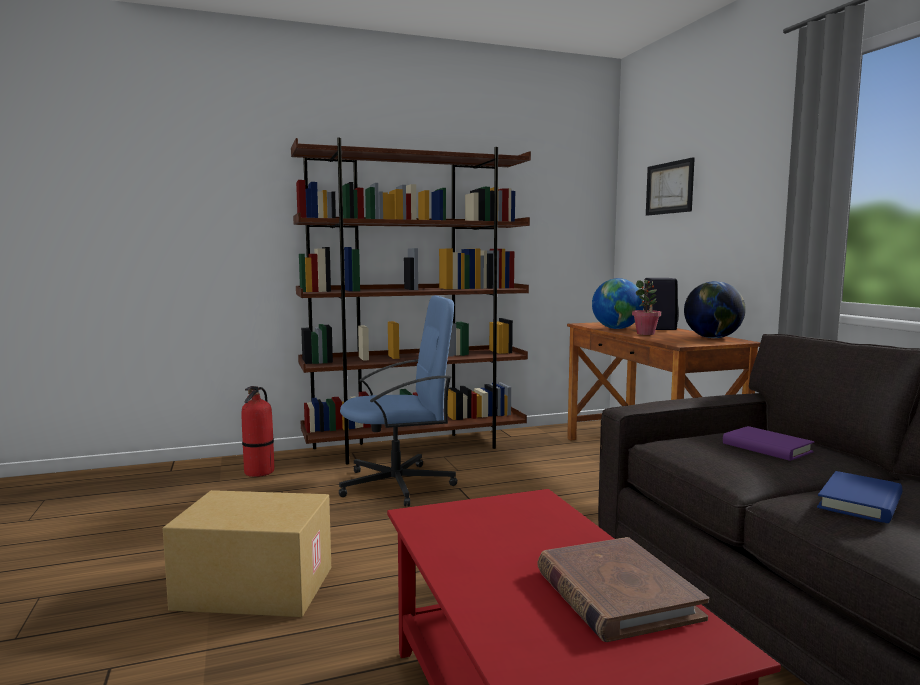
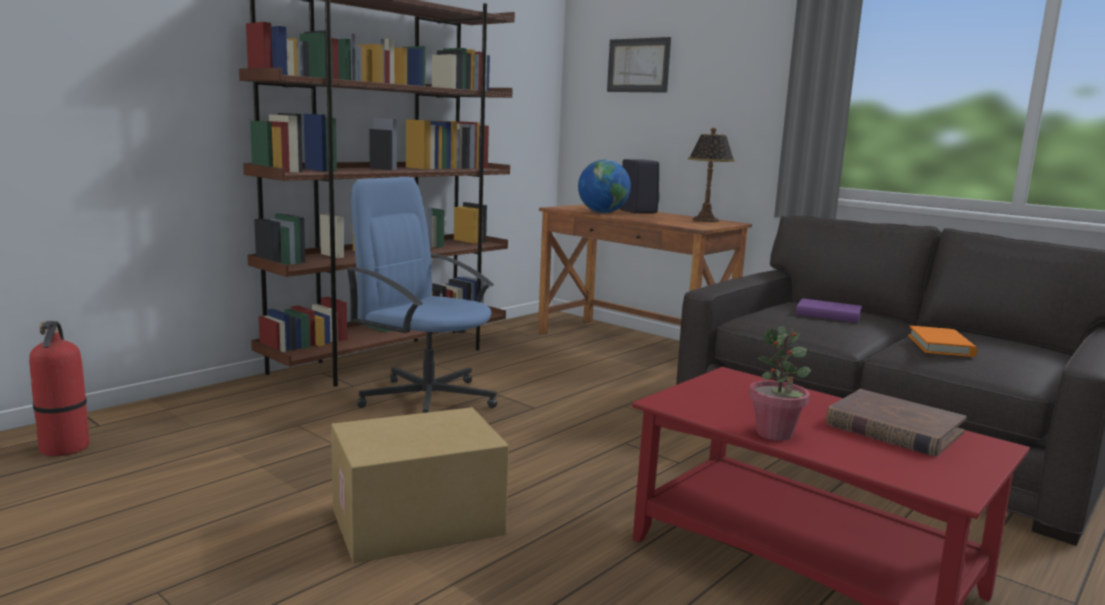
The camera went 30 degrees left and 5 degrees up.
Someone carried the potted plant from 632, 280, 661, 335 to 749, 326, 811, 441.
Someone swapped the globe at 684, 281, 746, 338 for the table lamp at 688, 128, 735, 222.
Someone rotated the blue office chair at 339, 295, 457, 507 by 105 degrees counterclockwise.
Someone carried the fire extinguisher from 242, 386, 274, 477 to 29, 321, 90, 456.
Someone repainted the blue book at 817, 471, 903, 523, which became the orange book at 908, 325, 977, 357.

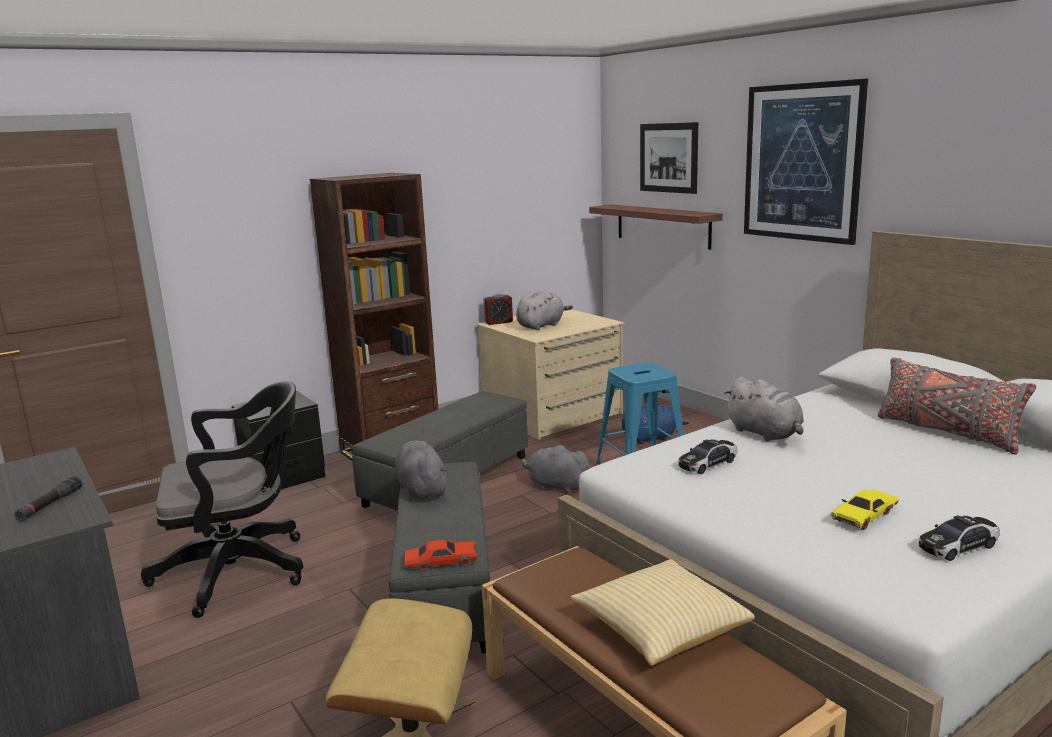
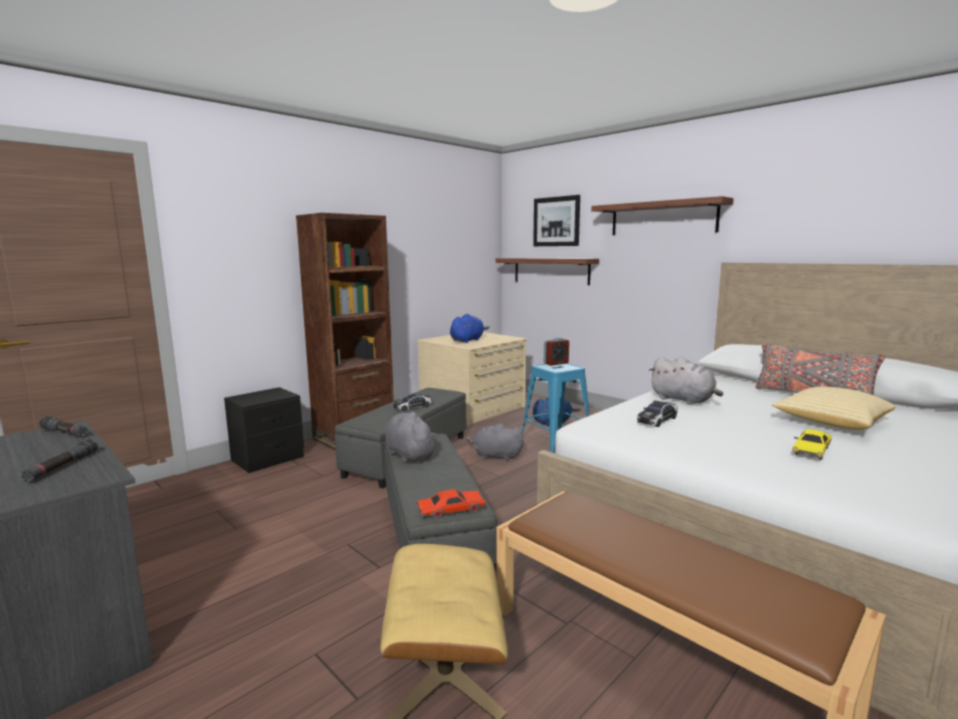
The camera went 10 degrees left and 5 degrees down.
Someone swapped the picture at 744, 79, 868, 245 for the shelf at 591, 196, 734, 235.
Someone repainted the grey plush toy at 516, 291, 573, 330, which became the blue plush toy at 450, 314, 489, 343.
Someone carried the alarm clock from 483, 294, 513, 325 to 544, 337, 569, 366.
Someone took away the black office chair at 141, 381, 303, 618.
Someone carried the toy car from 919, 515, 1000, 561 to 393, 393, 432, 411.
Someone carried the pillow from 571, 559, 755, 666 to 772, 387, 895, 430.
Someone put down the black flashlight at 39, 416, 88, 436.

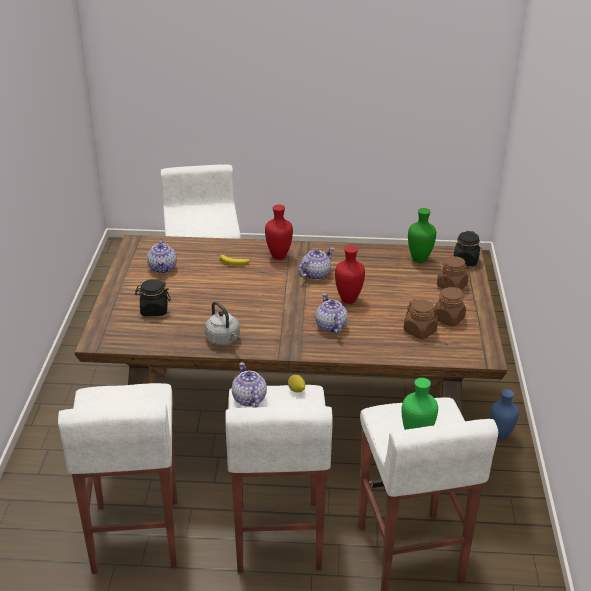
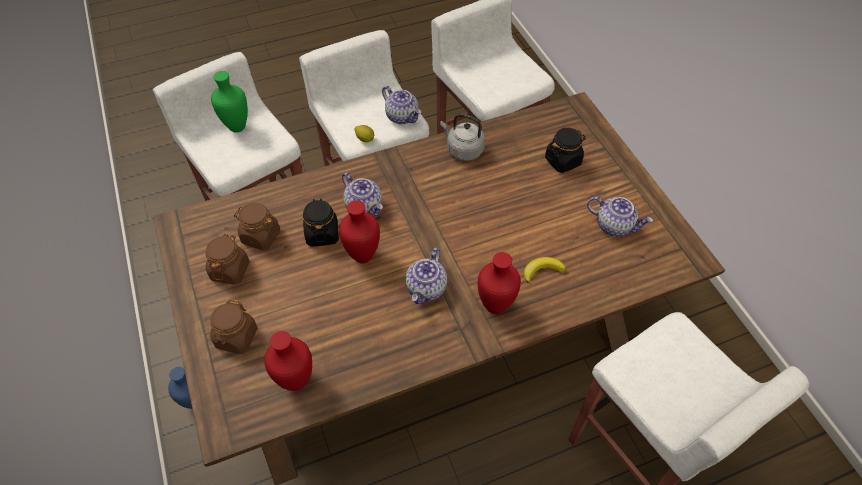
The camera went 155 degrees right and 20 degrees up.
Someone repainted the green vase at 408, 208, 436, 263, which became the red vase at 264, 331, 312, 391.
Someone carried the black jar from 454, 231, 480, 266 to 303, 198, 339, 247.
Someone rotated the teapot at 147, 239, 177, 273 by 150 degrees clockwise.

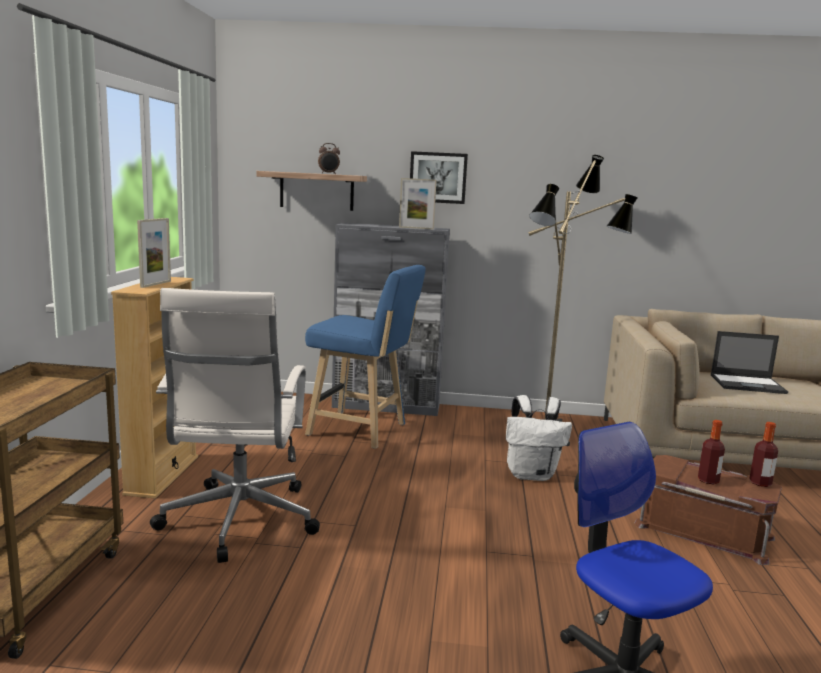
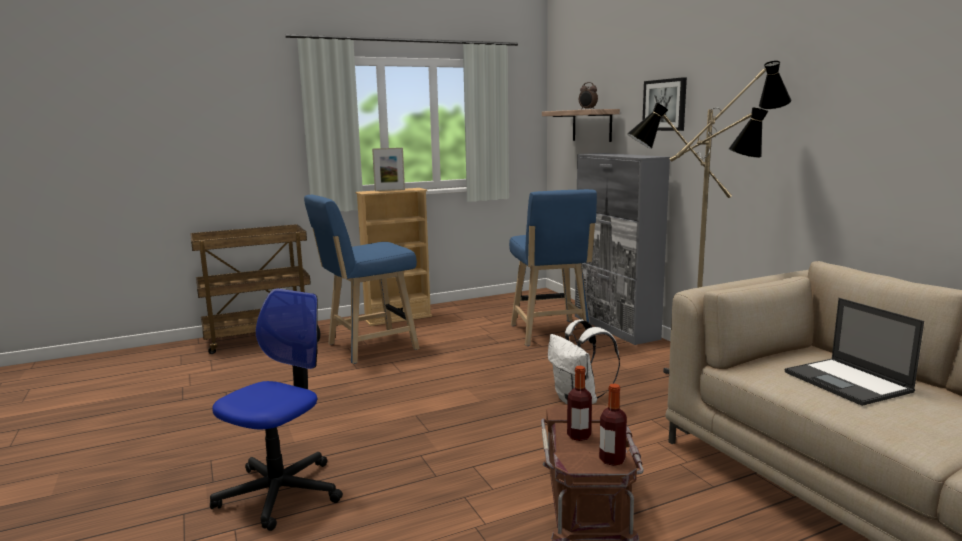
The camera went 60 degrees right and 0 degrees up.
Someone took away the picture frame at 399, 178, 436, 229.
Someone swapped the white office chair at 150, 288, 320, 563 for the blue stool at 304, 195, 420, 364.

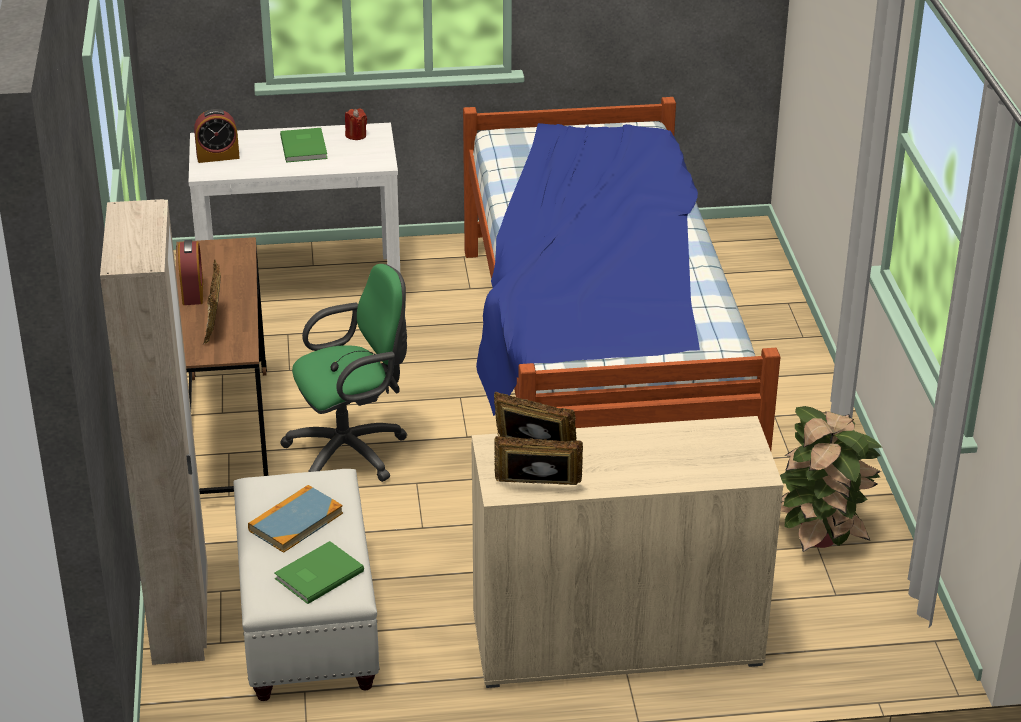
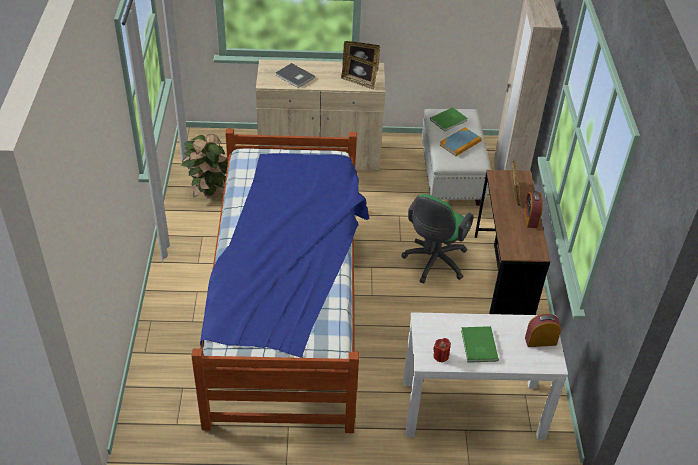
The camera went 175 degrees left and 10 degrees up.
Someone rotated the green office chair at 280, 264, 408, 482 by 45 degrees counterclockwise.
Someone put down the grey book at 275, 63, 315, 88.

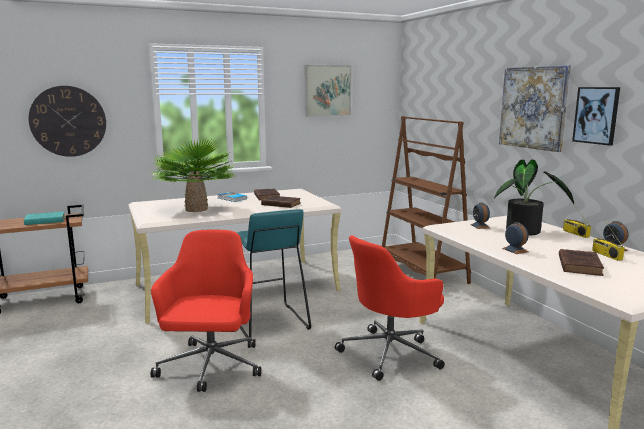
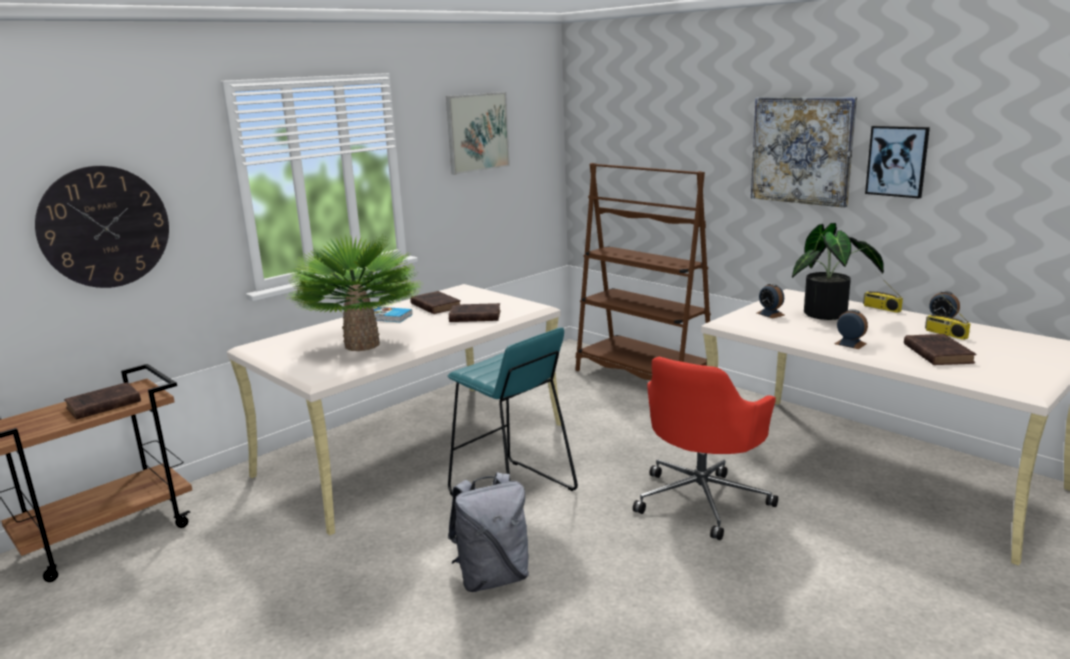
The camera went 20 degrees left and 5 degrees up.
Someone repainted the turquoise book at 24, 212, 65, 225, which became the brown book at 64, 382, 141, 420.
Someone swapped the red office chair at 151, 229, 261, 392 for the grey backpack at 448, 472, 529, 592.

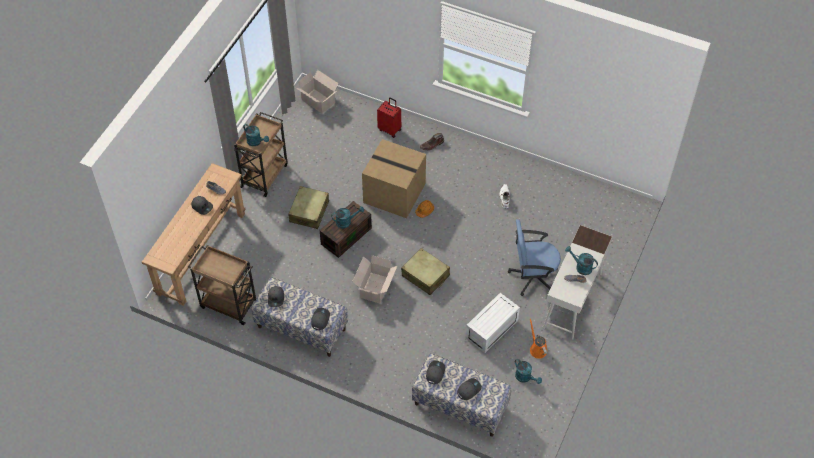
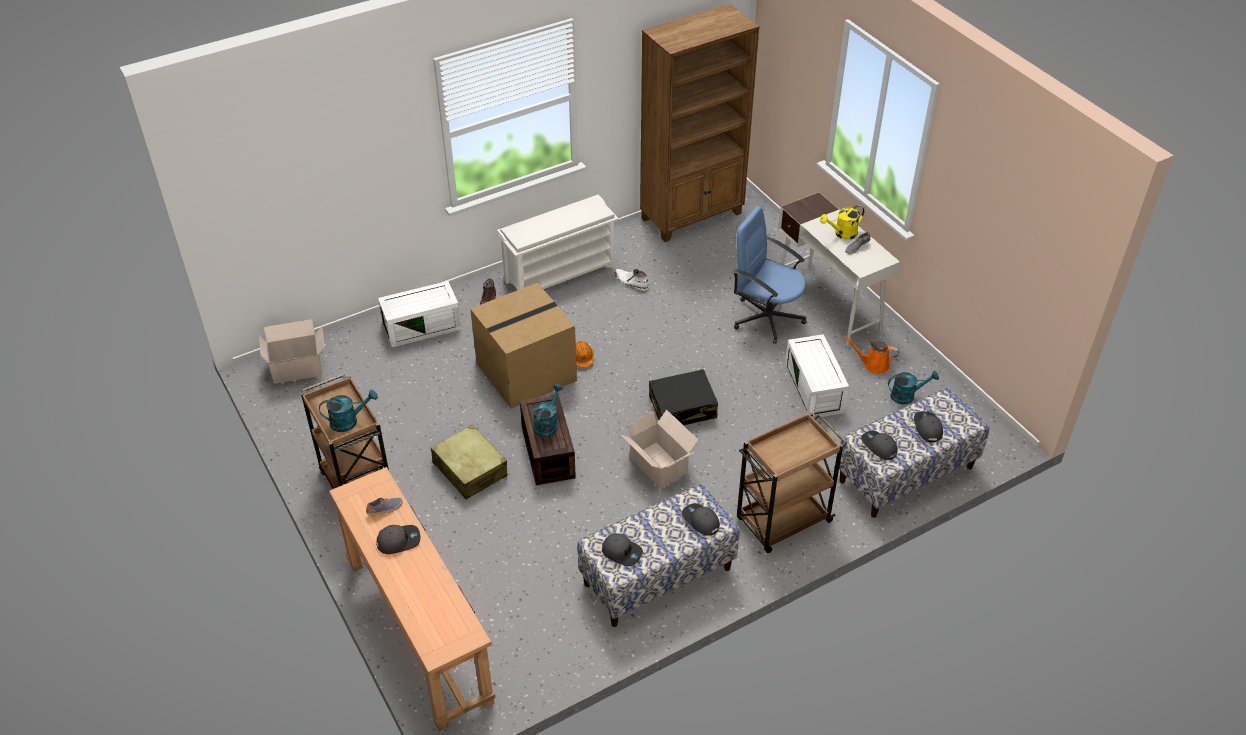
The camera went 55 degrees left and 10 degrees down.
Someone swapped the red suitcase at 377, 97, 401, 138 for the white storage box at 378, 281, 461, 348.
Someone rotated the blue office chair at 508, 219, 561, 296 by 90 degrees clockwise.
Someone carried the brown cart from 188, 245, 257, 325 to 737, 412, 847, 553.
Someone repainted the turquoise watering can at 565, 246, 598, 275, which became the yellow watering can at 820, 205, 864, 240.
Someone repainted the beige suitcase at 401, 248, 450, 295, which became the black suitcase at 649, 369, 718, 426.
Someone put down the brown bookcase at 640, 4, 759, 242.
Someone put down the white shoe rack at 497, 195, 619, 290.

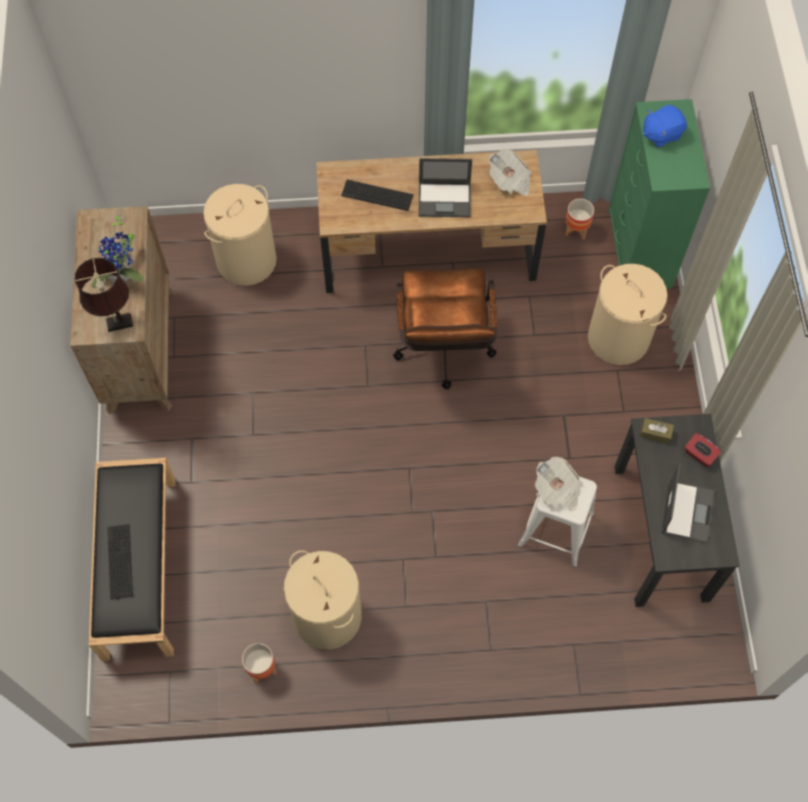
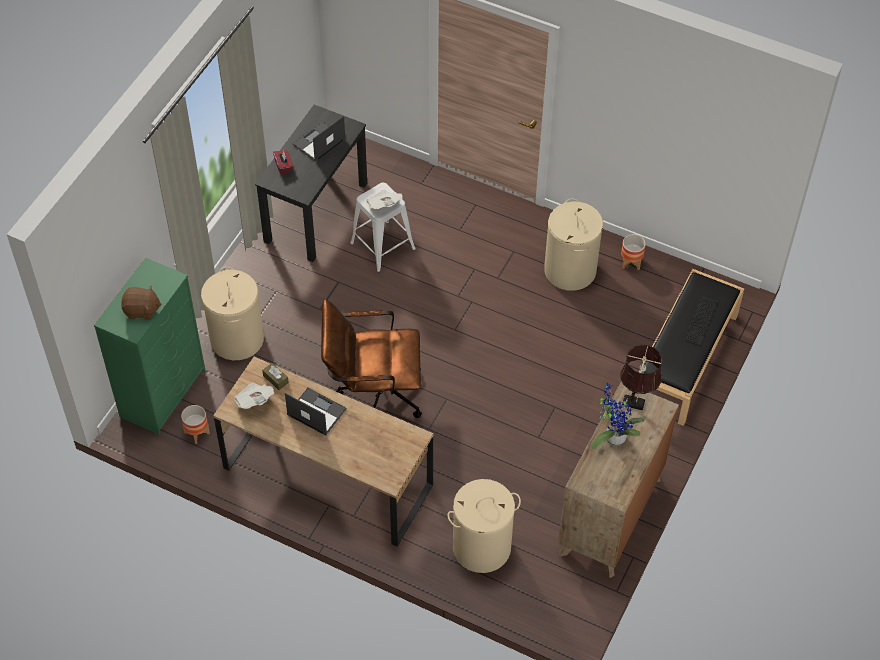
The camera went 150 degrees left and 10 degrees down.
Someone repainted the blue plush toy at 643, 105, 687, 148, which became the brown plush toy at 121, 285, 162, 320.
Someone took away the keyboard at 341, 180, 413, 211.
Someone rotated the brown office chair at 393, 268, 498, 389 by 120 degrees counterclockwise.
Someone carried the brown tissue box from 640, 418, 674, 444 to 262, 363, 289, 390.

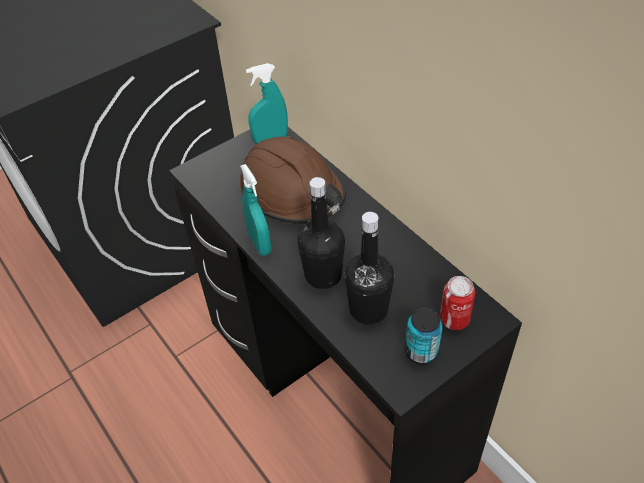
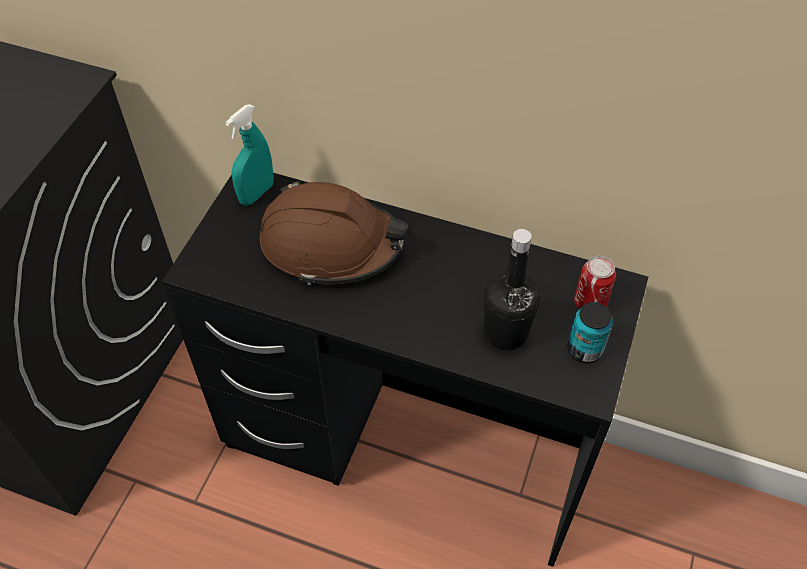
The camera went 35 degrees left and 5 degrees up.
Someone took away the turquoise spray bottle at 240, 164, 271, 256.
Someone took away the black bottle at 298, 177, 345, 289.

